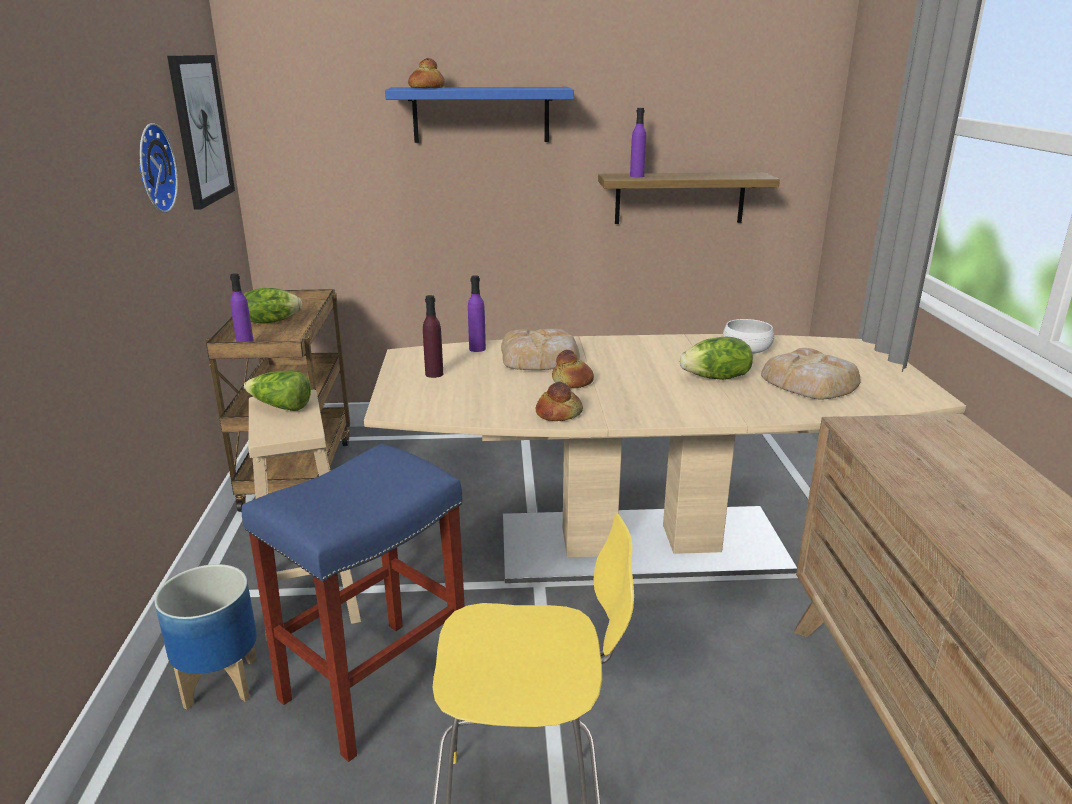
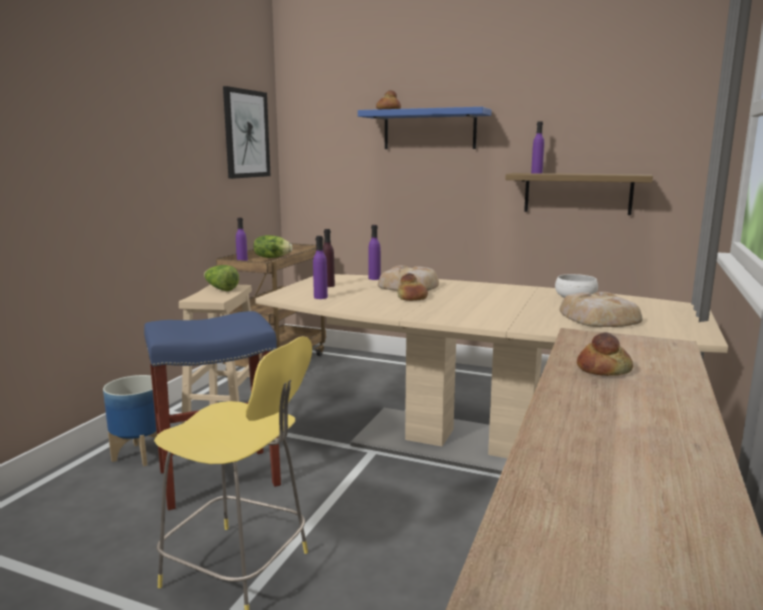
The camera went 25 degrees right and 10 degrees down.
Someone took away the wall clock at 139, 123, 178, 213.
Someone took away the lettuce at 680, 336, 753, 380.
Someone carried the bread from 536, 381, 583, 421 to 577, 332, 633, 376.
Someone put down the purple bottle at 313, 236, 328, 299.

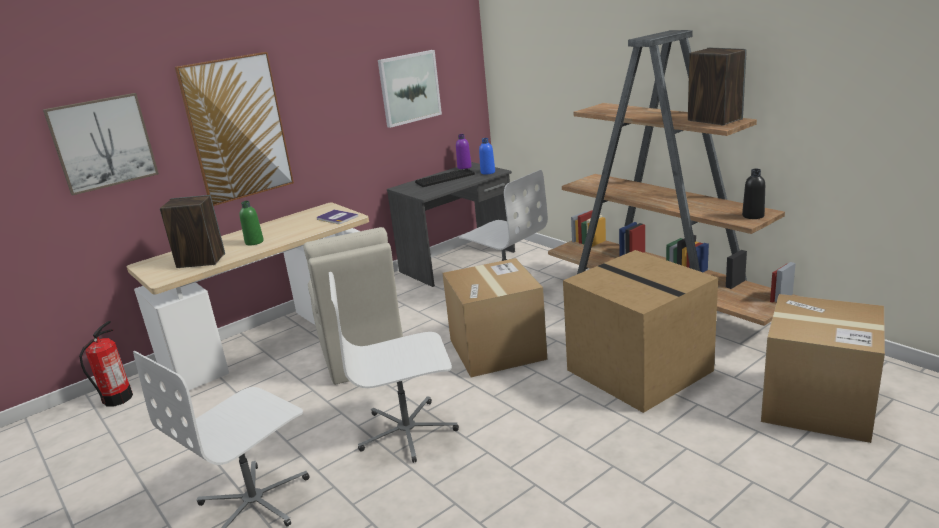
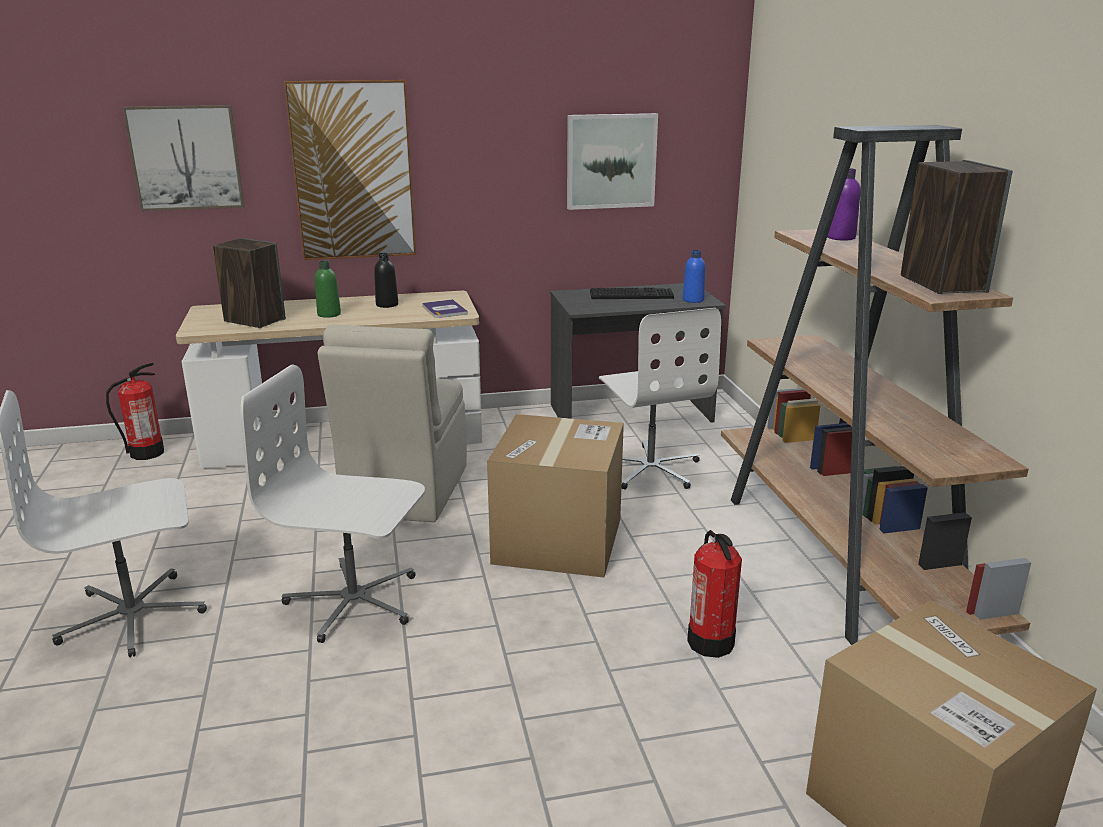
The camera went 25 degrees right and 0 degrees up.
Someone carried the purple bottle from 456, 134, 472, 169 to 827, 168, 860, 241.
Someone carried the black bottle from 742, 169, 765, 219 to 374, 253, 398, 308.
Someone swapped the cardboard box at 563, 250, 718, 413 for the fire extinguisher at 687, 530, 742, 658.

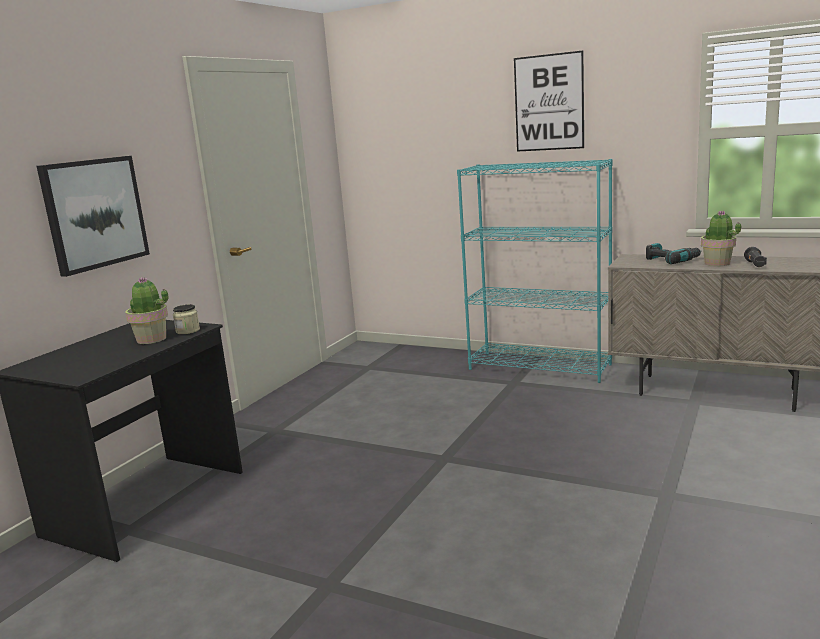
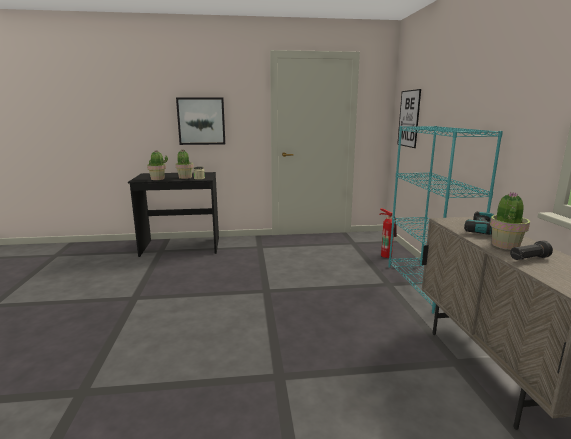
The camera went 55 degrees right and 0 degrees up.
Someone carried the picture from 514, 50, 584, 152 to 397, 89, 421, 148.
Someone put down the potted plant at 147, 150, 168, 180.
Someone put down the fire extinguisher at 379, 208, 397, 258.

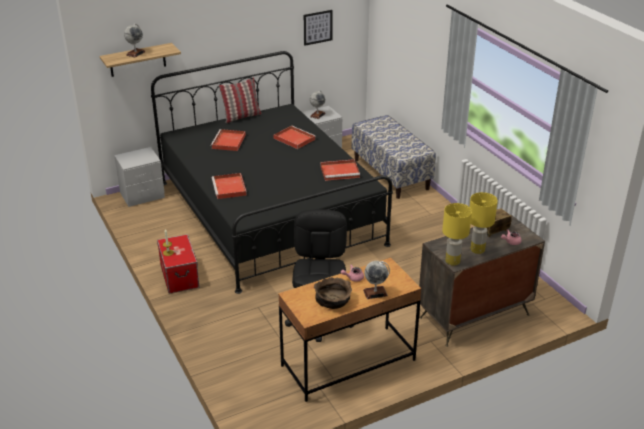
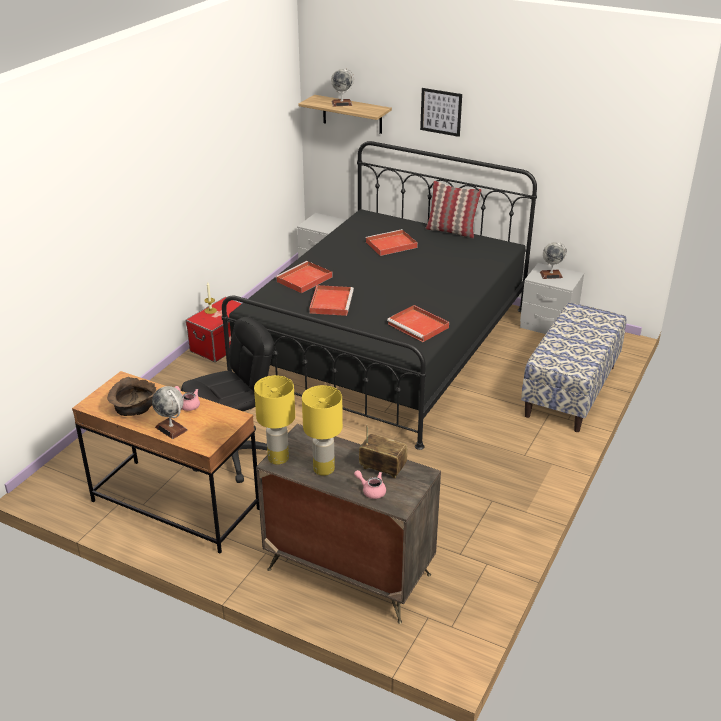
The camera went 55 degrees right and 0 degrees up.
Someone carried the picture from 304, 10, 333, 46 to 420, 88, 462, 137.
Someone carried the red tray from 273, 126, 316, 149 to 309, 285, 354, 316.

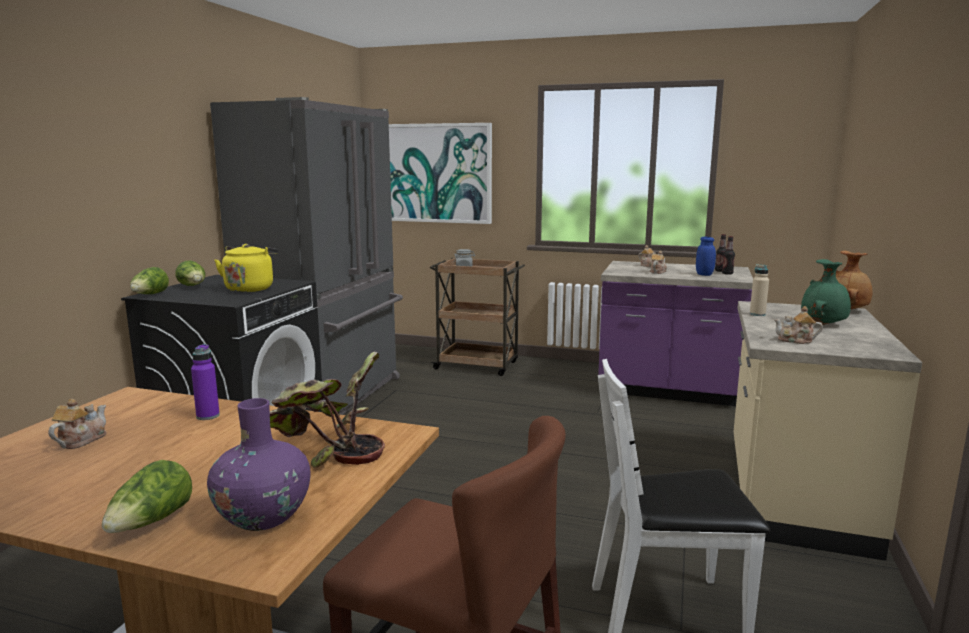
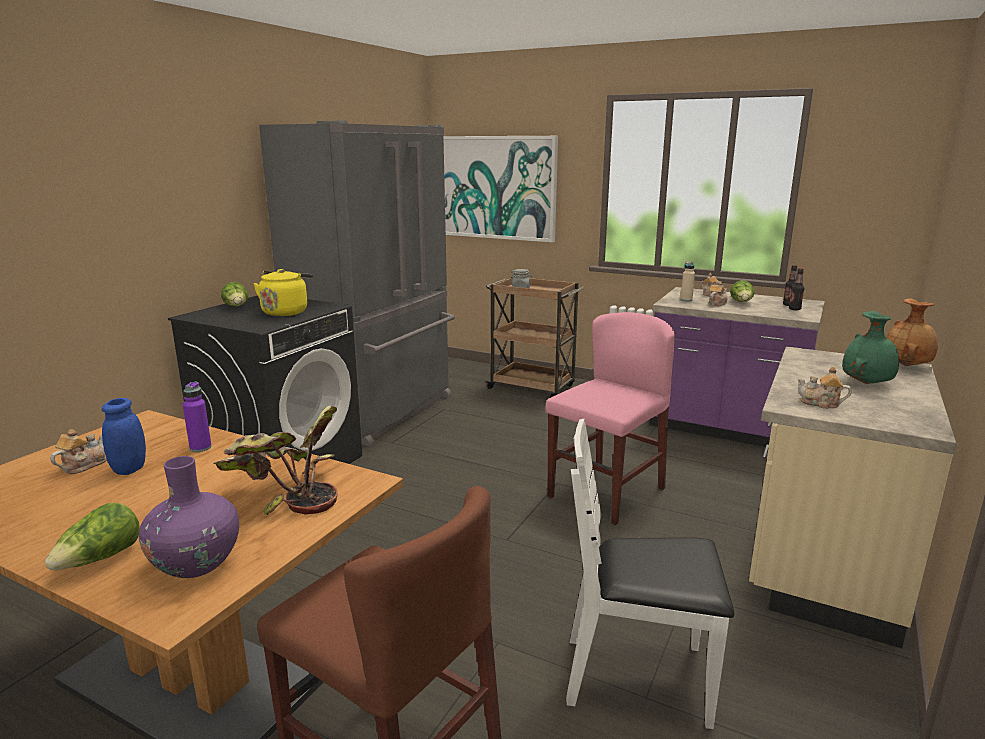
The camera went 10 degrees right and 5 degrees up.
Someone carried the blue jar from 696, 237, 716, 276 to 102, 398, 146, 475.
Someone carried the beige bottle from 750, 264, 769, 316 to 681, 261, 695, 301.
Someone carried the lettuce from 130, 267, 169, 294 to 730, 280, 755, 302.
Someone put down the pink chair at 545, 312, 675, 525.

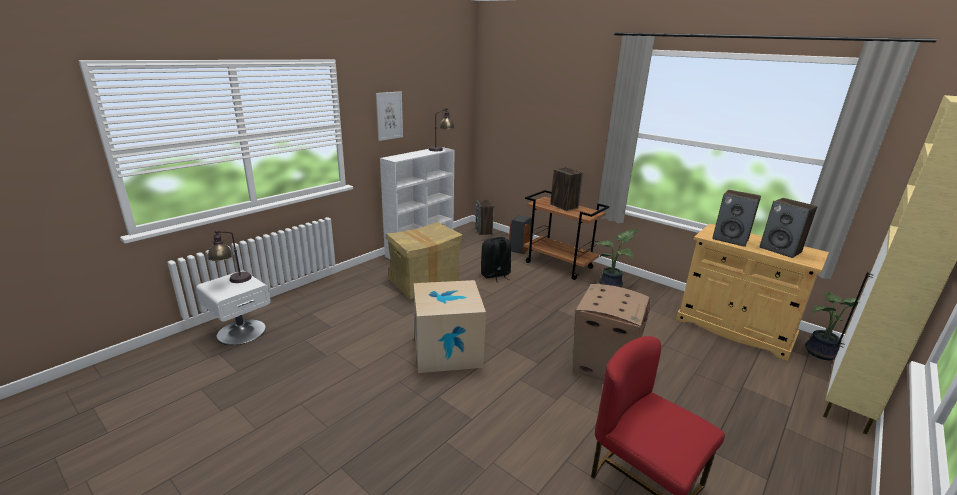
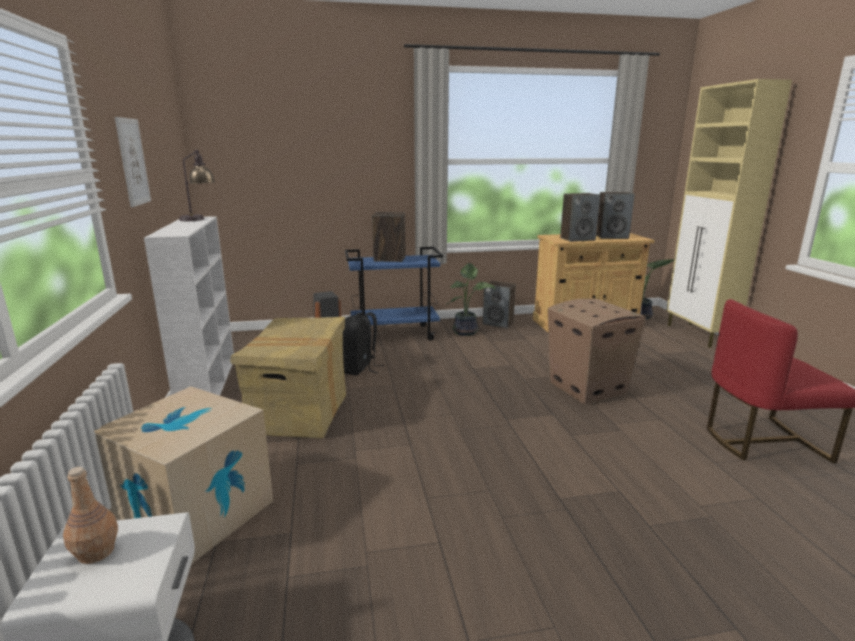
The camera went 50 degrees left and 5 degrees down.
Someone repainted the brown cart at 524, 190, 609, 280, which became the blue cart at 345, 247, 443, 341.
Someone carried the speaker from 475, 200, 494, 235 to 483, 281, 516, 328.
Someone swapped the table lamp at 208, 230, 252, 283 for the brown bottle at 63, 467, 118, 564.
Someone carried the cardboard box from 414, 280, 486, 373 to 94, 386, 273, 564.

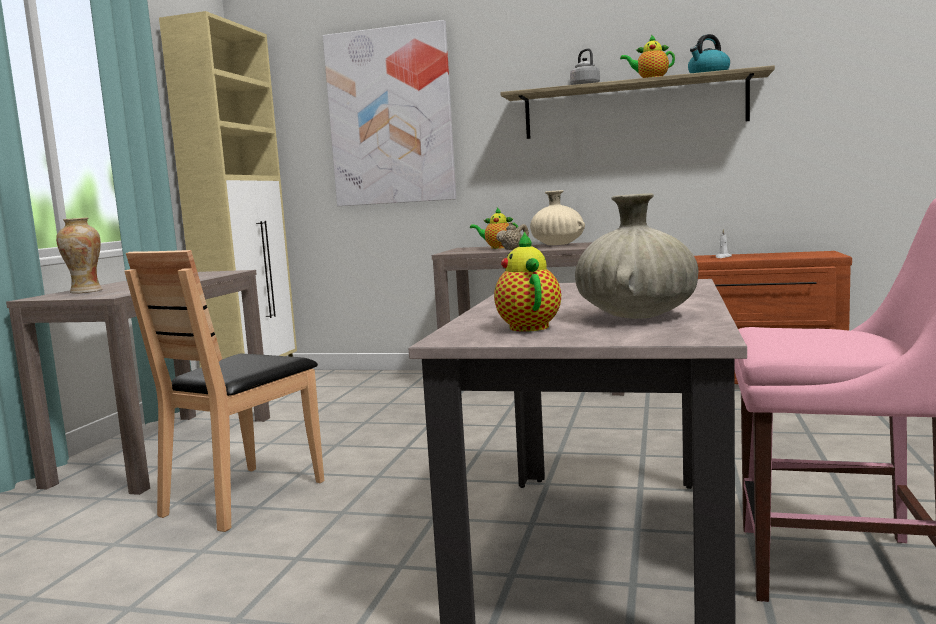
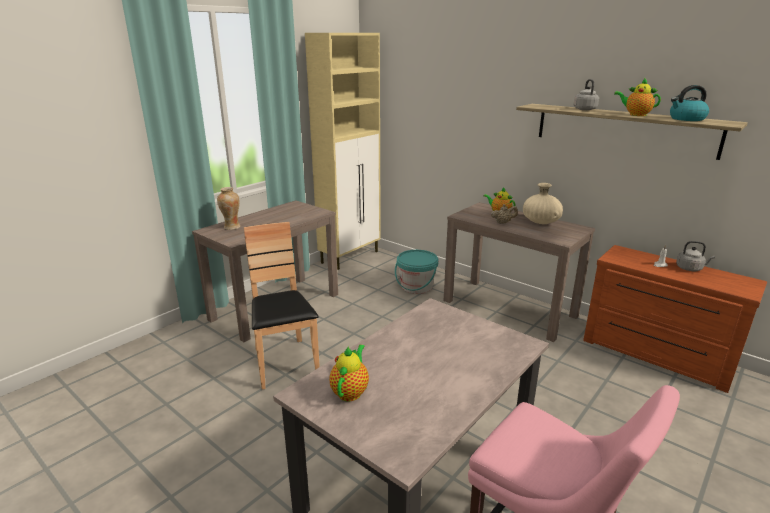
The camera went 25 degrees right and 15 degrees up.
Someone took away the picture at 323, 20, 456, 206.
Someone took away the beige vase at 575, 193, 698, 319.
Someone rotated the brown chair at 125, 250, 324, 532 by 105 degrees clockwise.
Someone put down the grey kettle at 676, 241, 715, 271.
Someone put down the turquoise bucket at 395, 250, 439, 294.

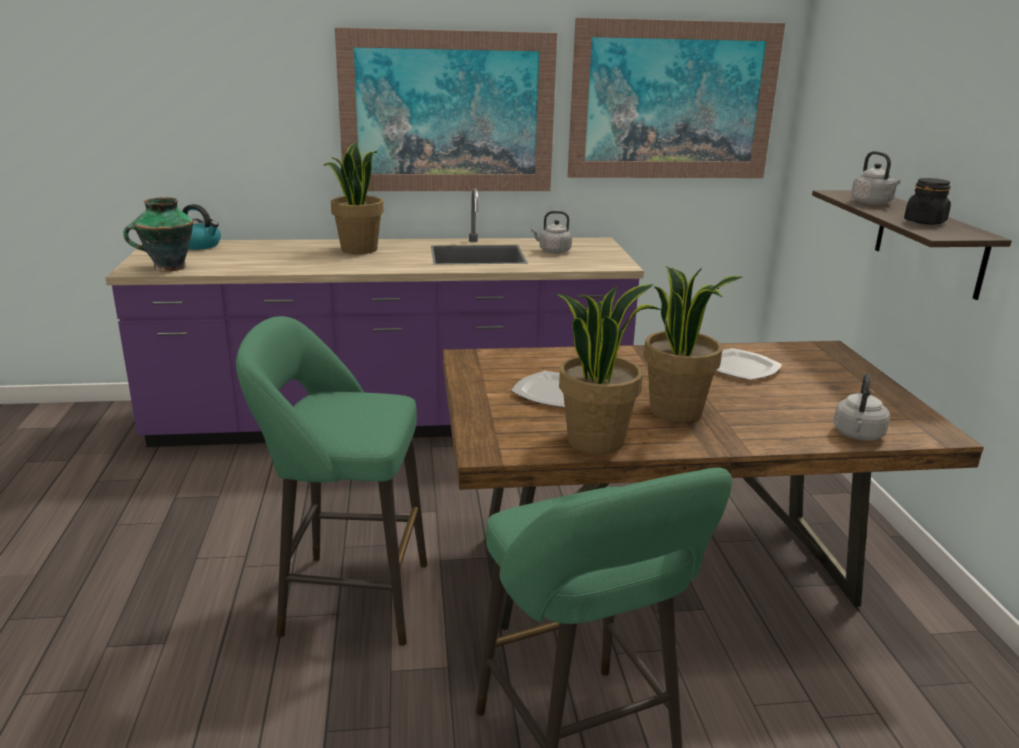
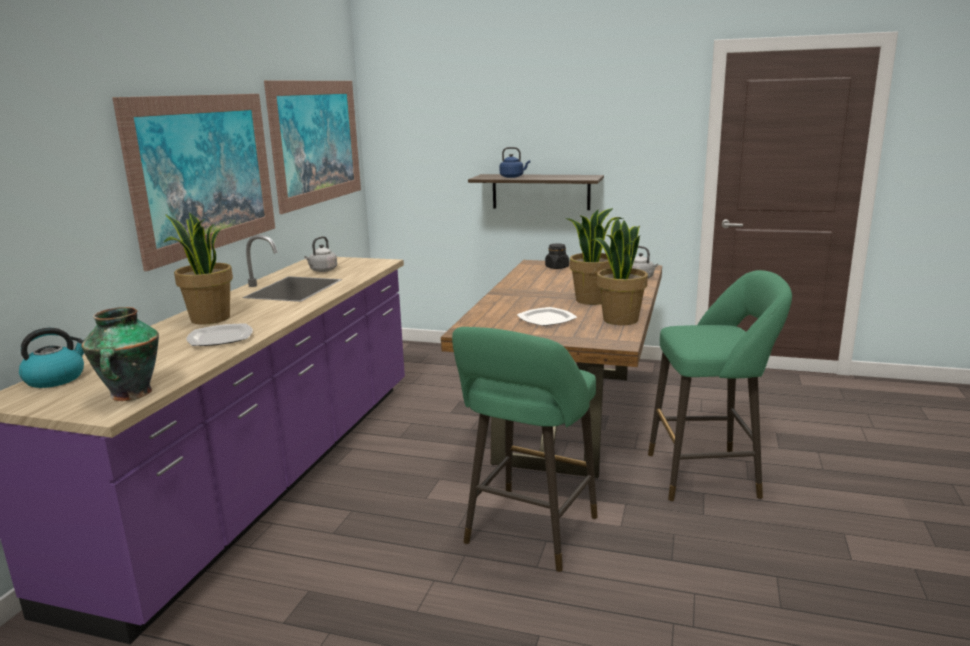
The camera went 65 degrees left and 5 degrees down.
Someone repainted the grey kettle at 851, 151, 900, 205, which became the blue kettle at 500, 147, 530, 178.
Someone carried the black jar from 904, 178, 951, 225 to 545, 243, 569, 269.
Someone carried the plate from 715, 348, 782, 380 to 186, 323, 253, 346.

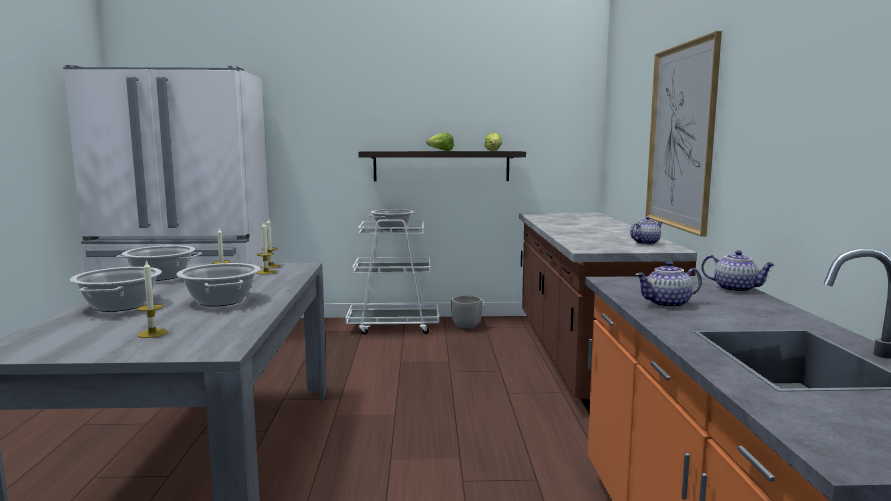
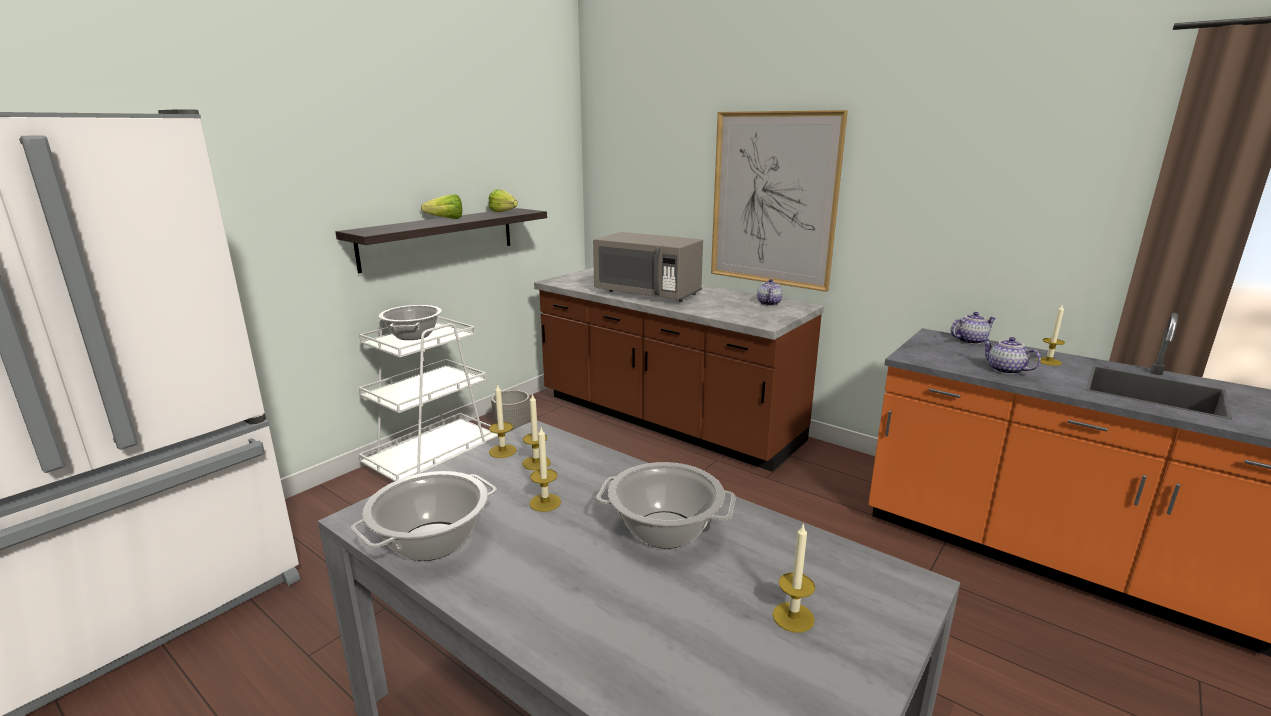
The camera went 50 degrees left and 10 degrees up.
Someone rotated the teapot at 635, 261, 702, 308 by 120 degrees clockwise.
Someone took away the cooking pot at 70, 267, 162, 312.
Someone put down the grey microwave at 593, 232, 703, 302.
Someone put down the candle at 1036, 304, 1065, 366.

